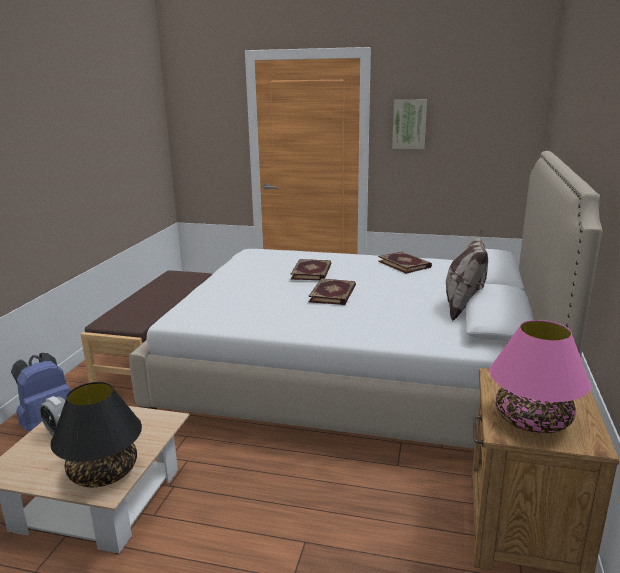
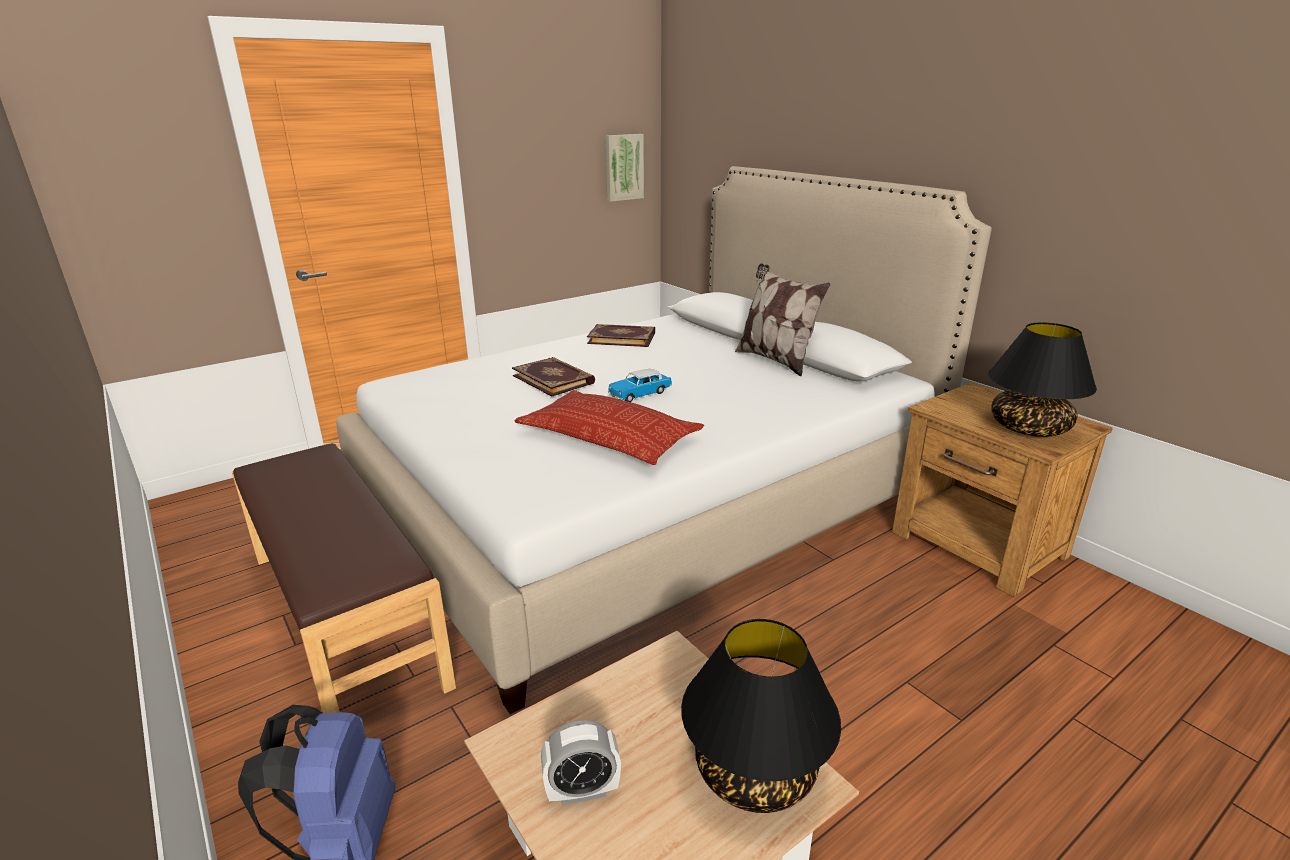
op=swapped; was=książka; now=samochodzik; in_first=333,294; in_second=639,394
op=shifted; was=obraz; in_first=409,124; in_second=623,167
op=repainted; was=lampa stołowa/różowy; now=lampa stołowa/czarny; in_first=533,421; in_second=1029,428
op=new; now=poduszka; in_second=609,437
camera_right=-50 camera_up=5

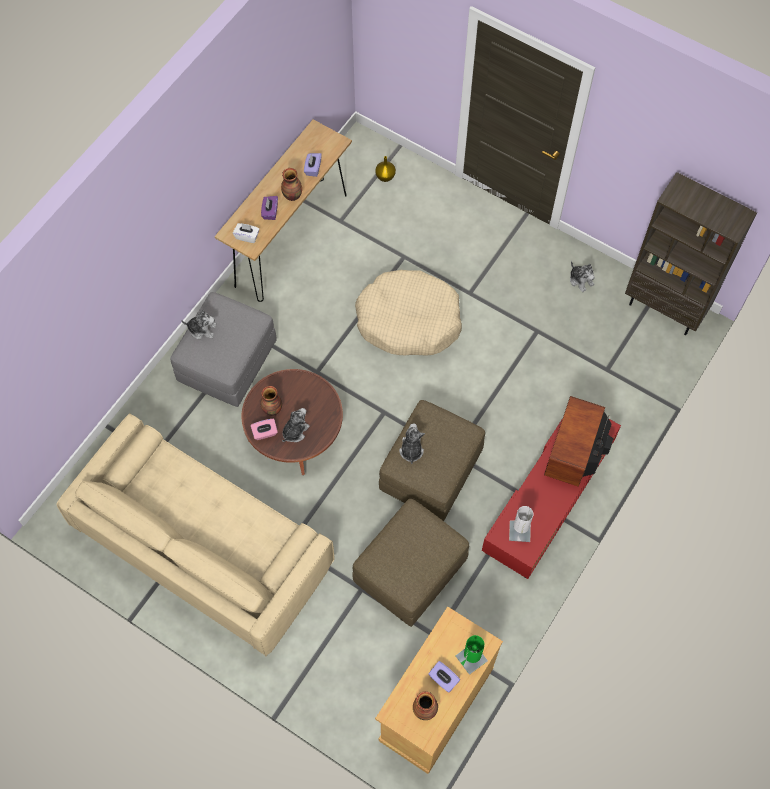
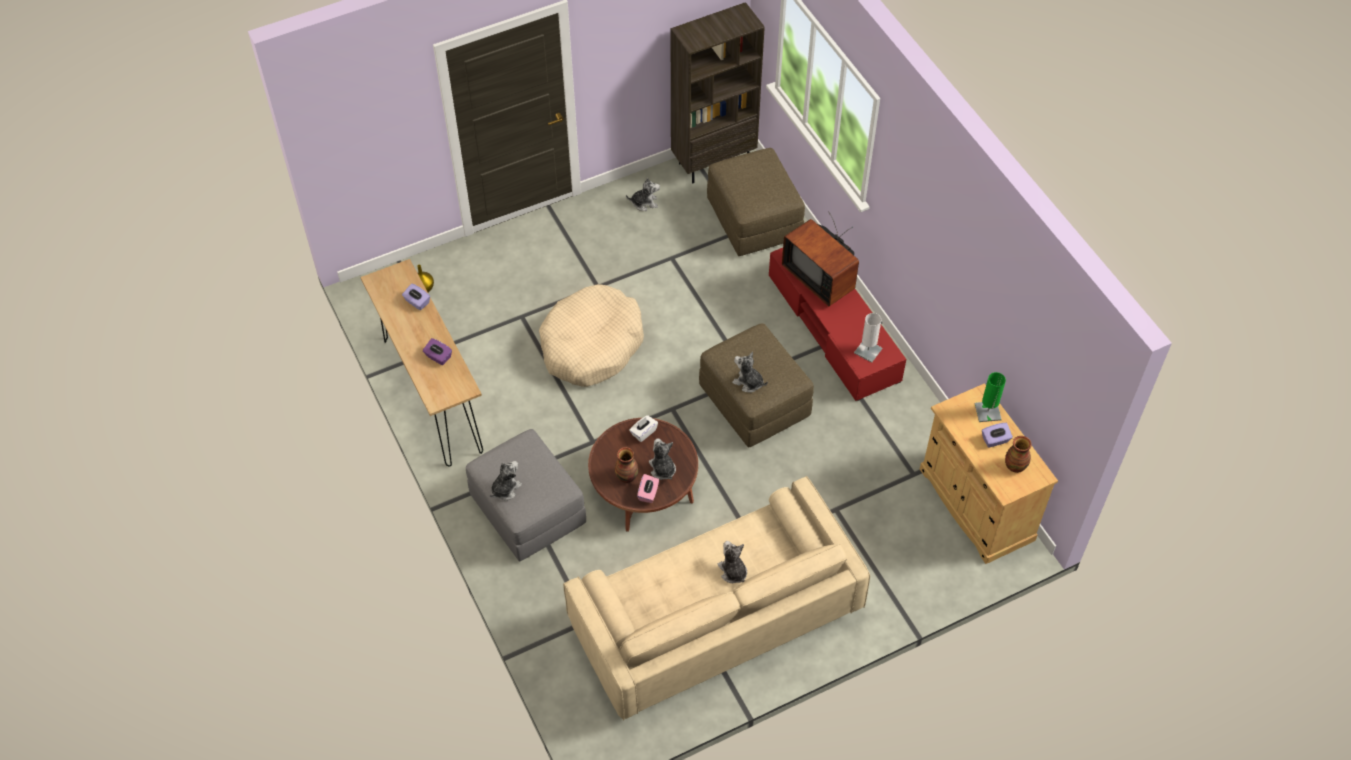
op=shifted; was=pudełko chusteczek/biały; in_first=247,236; in_second=643,432
op=gone; was=wazon; in_first=293,195
op=shifted; was=pufa/brązowy; in_first=410,570; in_second=754,219
op=new; now=pluszak; in_second=733,571
camera_right=-60 camera_up=-10

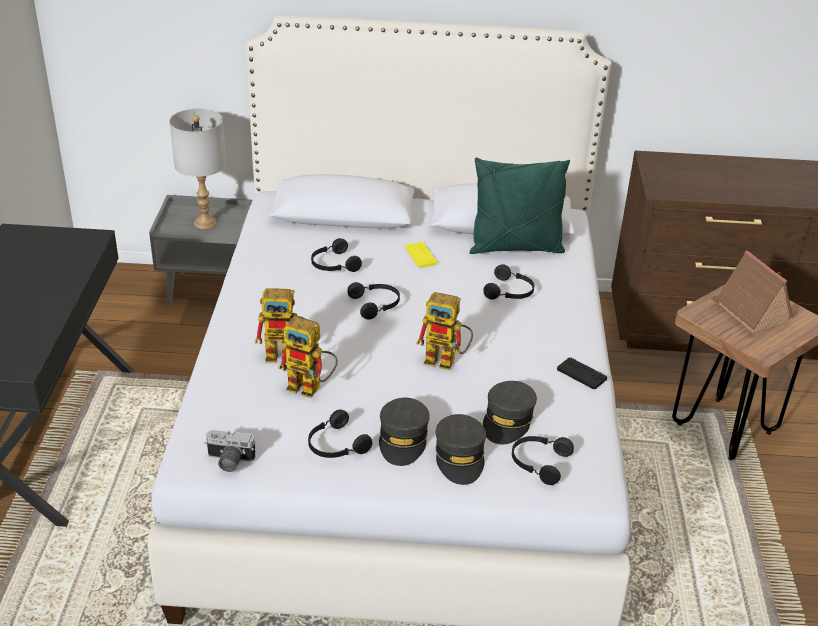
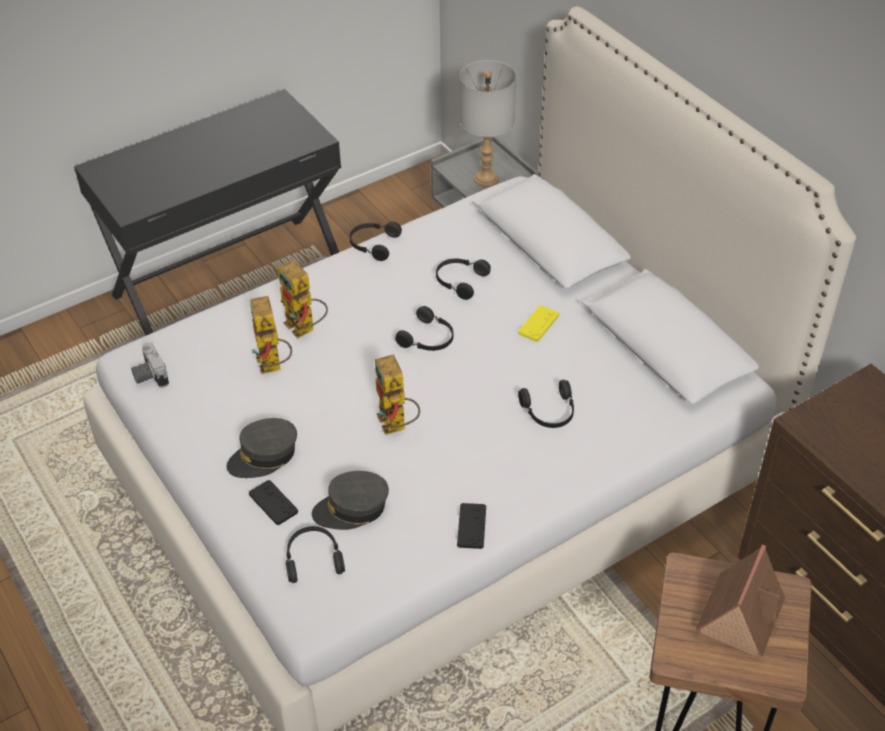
op=shifted; was=słuchawki/czarny; in_first=335,445; in_second=373,244
op=swapped; was=czapka z daszkiem/szary; now=pad do gier/czarny; in_first=460,457; in_second=273,503
op=gone; was=poduszka/zielony; in_first=515,247
camera_right=55 camera_up=10

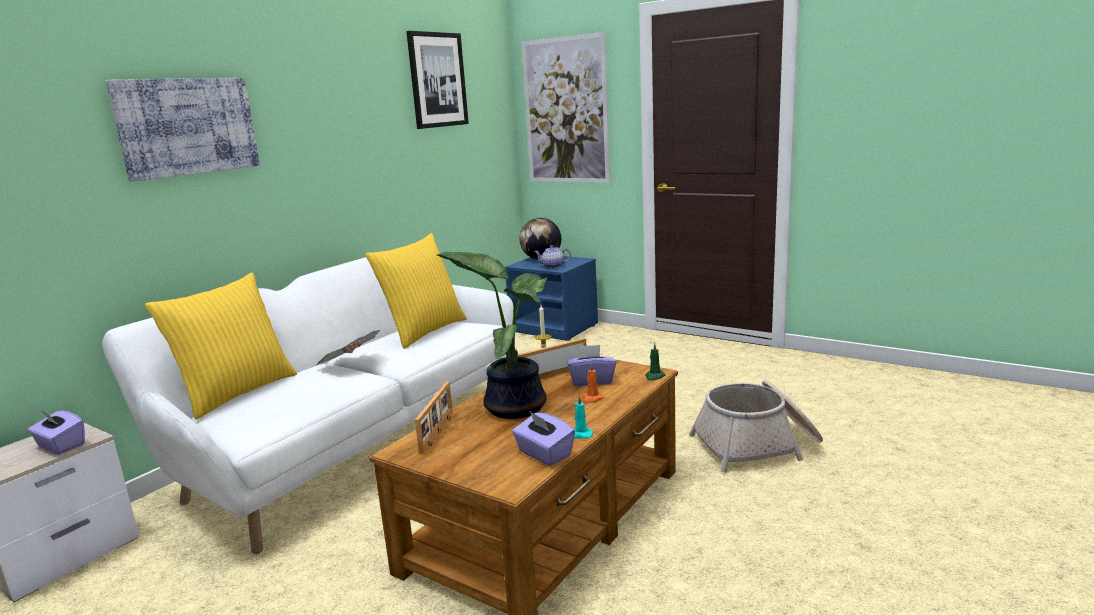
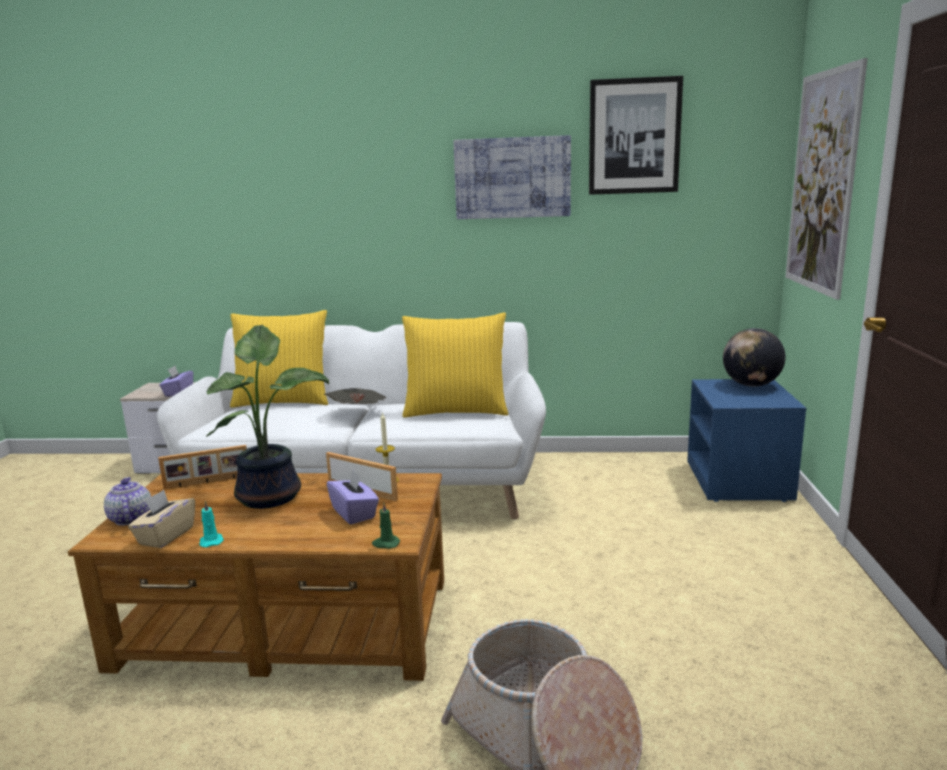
op=shifted; was=obraz; in_first=187,126; in_second=512,178
op=repainted; was=pudełko chusteczek/fioletowy; now=pudełko chusteczek/beżowy; in_first=544,454; in_second=166,536
op=shifted; was=imbryk; in_first=552,266; in_second=130,518
op=gone; was=świeca/pomarańczowy; in_first=592,399
camera_right=60 camera_up=0

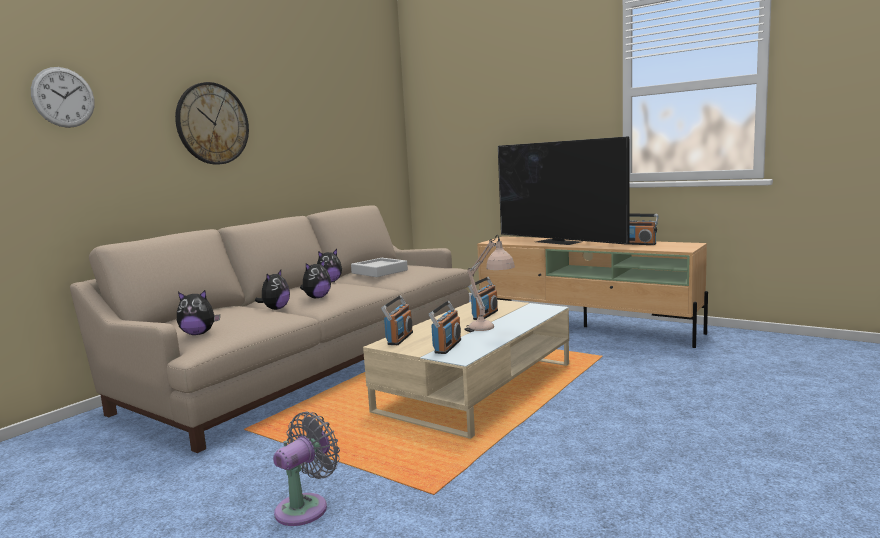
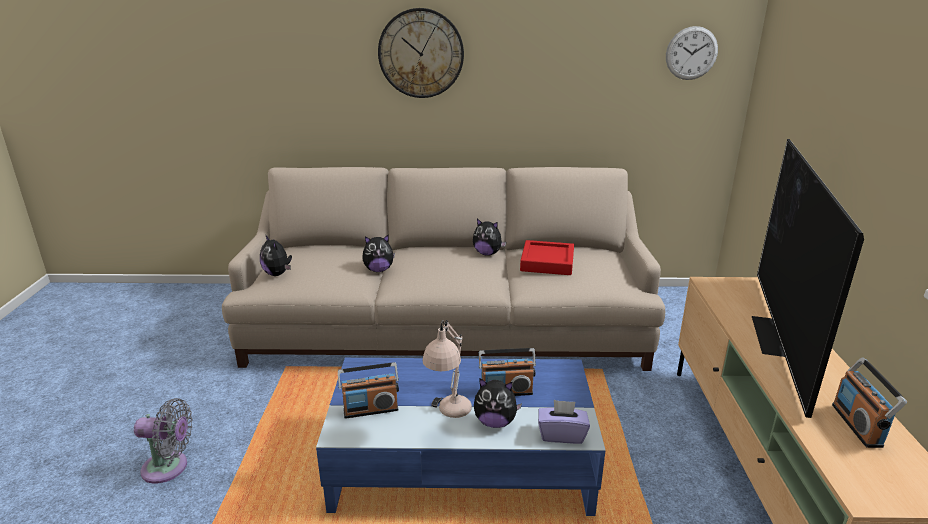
op=shifted; was=zegar ścienny; in_first=63,97; in_second=691,53
op=shifted; was=pluszak; in_first=317,297; in_second=495,422
op=repainted; was=taca/szary; now=taca/czerwony; in_first=379,272; in_second=547,262
op=repainted; was=ława/beżowy; now=ława/niebieski; in_first=477,387; in_second=461,462
op=gone; was=radio; in_first=399,338
op=new; now=pudełko chusteczek/fioletowy; in_second=561,434
camera_right=55 camera_up=15

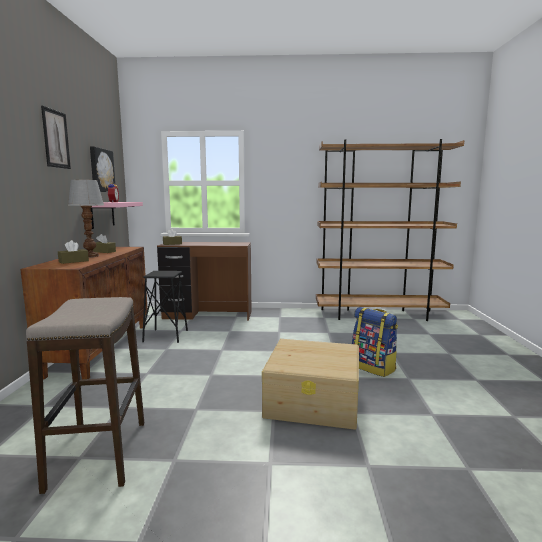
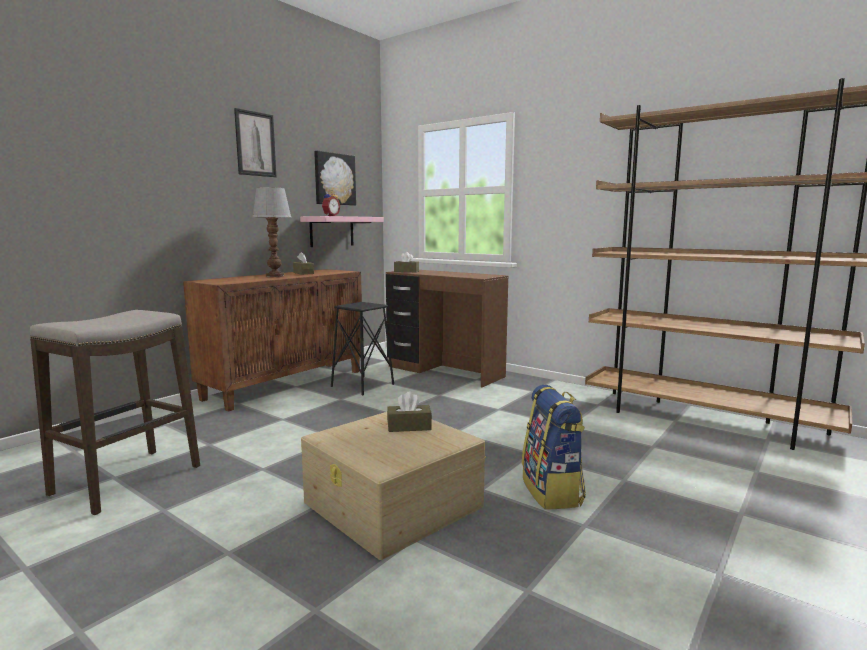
op=shifted; was=pudełko chusteczek/brązowy; in_first=73,261; in_second=409,427
camera_right=35 camera_up=0

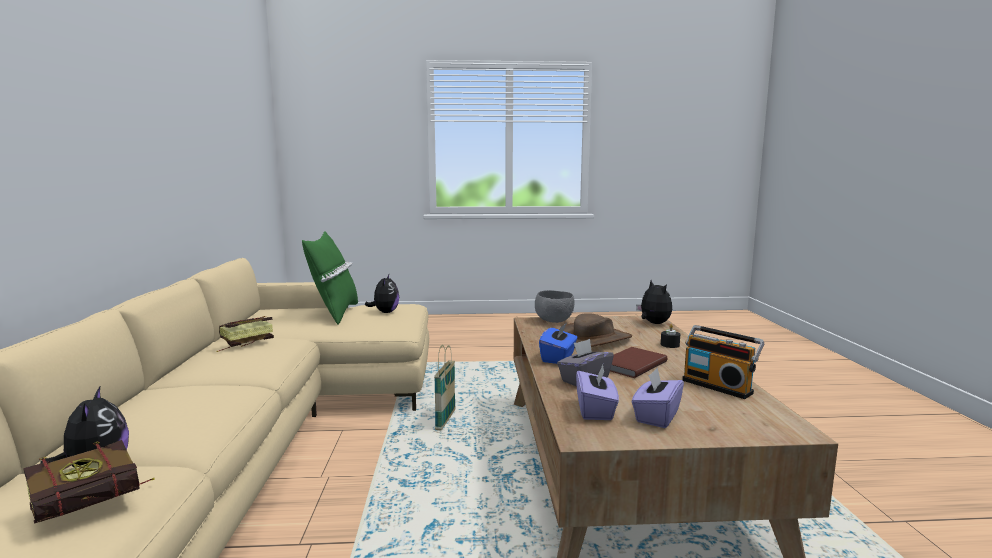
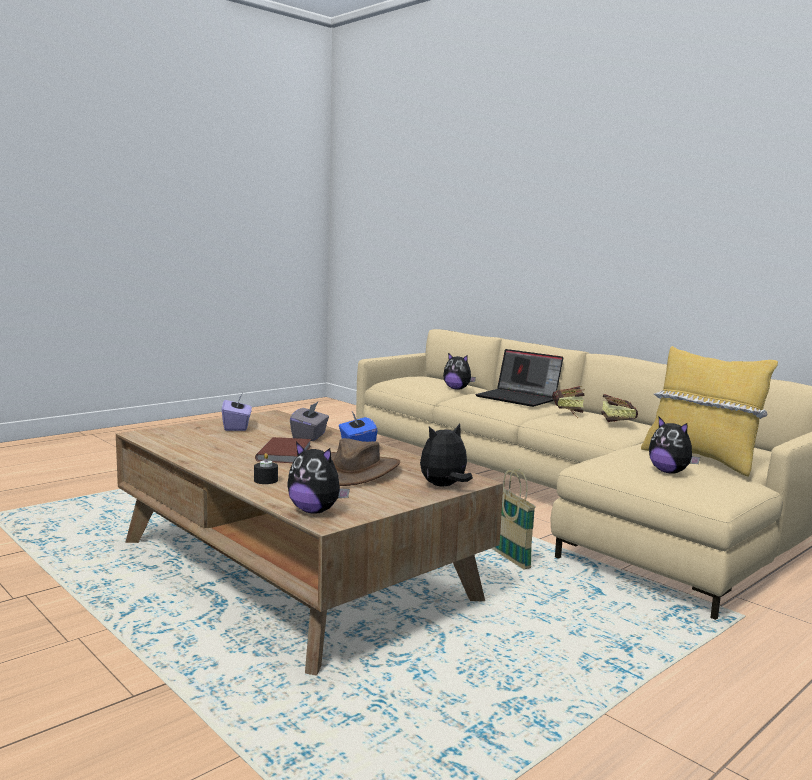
op=shifted; was=książka; in_first=100,505; in_second=568,412
op=repainted; was=poduszka/zielony; now=poduszka/żółty; in_first=334,313; in_second=701,459
op=swapped; was=miska/szary; now=pluszak; in_first=554,321; in_second=444,486
op=gone; was=pudełko chusteczek/fioletowy; in_first=595,410
op=gone; was=radio; in_first=718,386
op=new; now=laptop; in_second=519,398
camera_right=140 camera_up=0

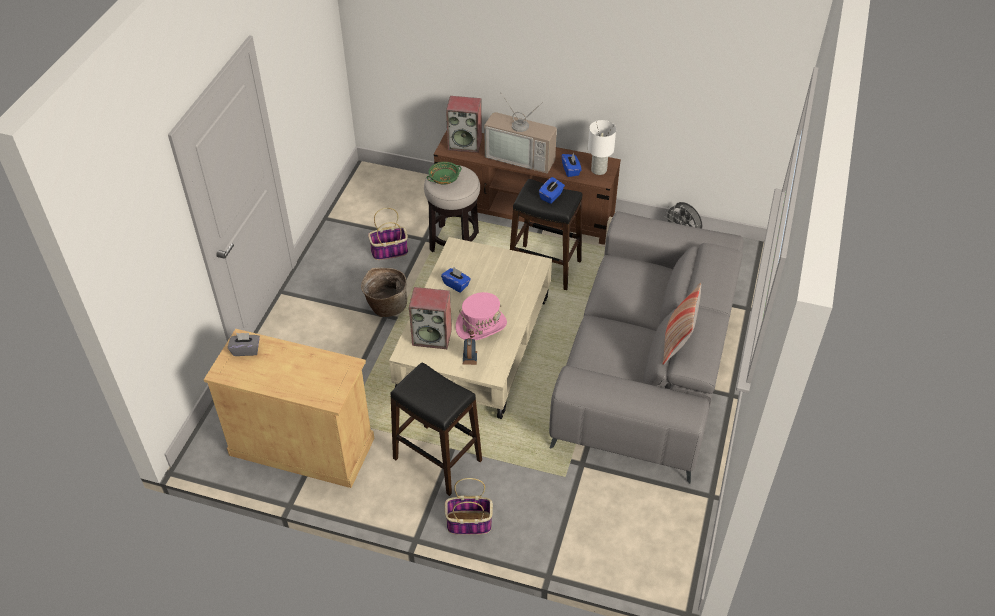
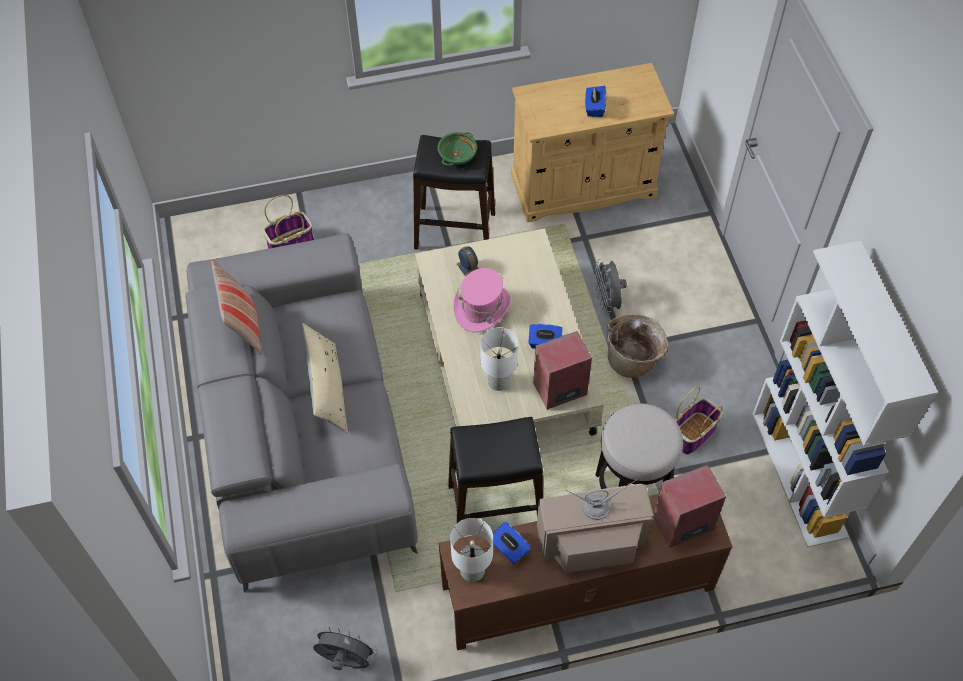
op=gone; was=pudełko chusteczek/szary; in_first=246,350
op=shifted; was=głośnik; in_first=432,337; in_second=559,389
op=shifted; was=miska/zielony; in_first=444,179; in_second=457,156
op=shifted; was=koszyk; in_first=468,523; in_second=291,243
op=shifted; was=pudełko chusteczek/niebieski; in_first=551,196; in_second=594,108
op=new; now=poduszka/beżowy; in_second=327,389
op=new; now=lampa stołowa/biały; in_second=498,382
op=new; now=wentylator/szary; in_second=608,301
op=new; now=regał/biały; in_second=800,474
camera_right=150 camera_up=10

